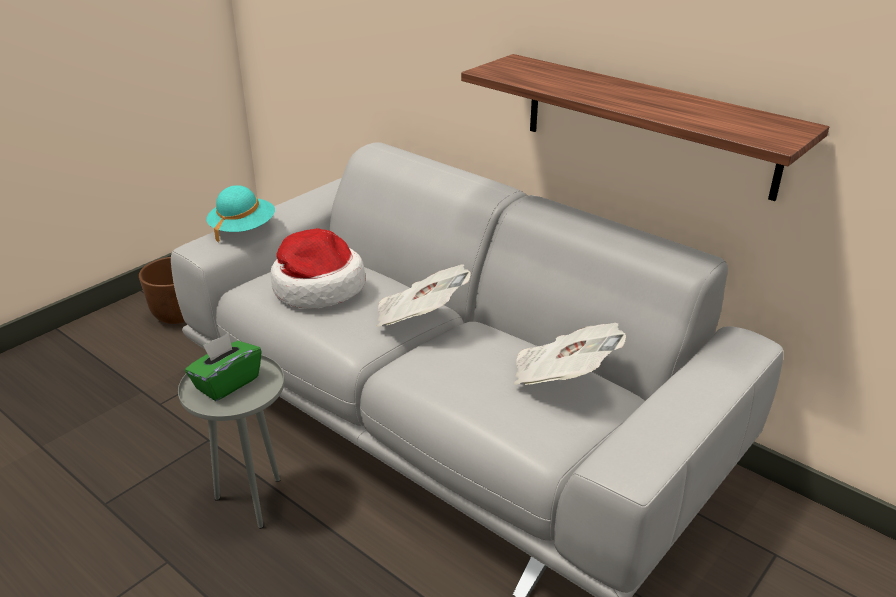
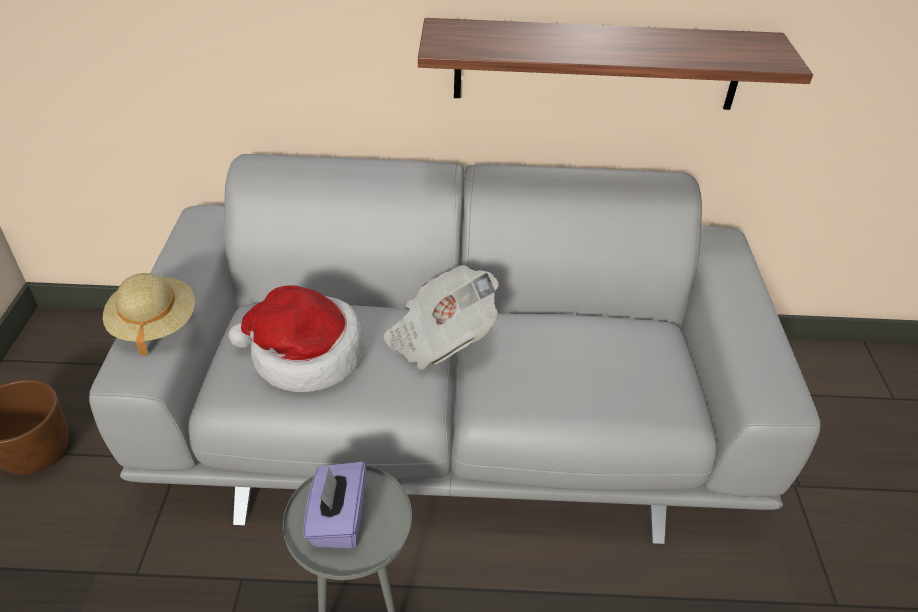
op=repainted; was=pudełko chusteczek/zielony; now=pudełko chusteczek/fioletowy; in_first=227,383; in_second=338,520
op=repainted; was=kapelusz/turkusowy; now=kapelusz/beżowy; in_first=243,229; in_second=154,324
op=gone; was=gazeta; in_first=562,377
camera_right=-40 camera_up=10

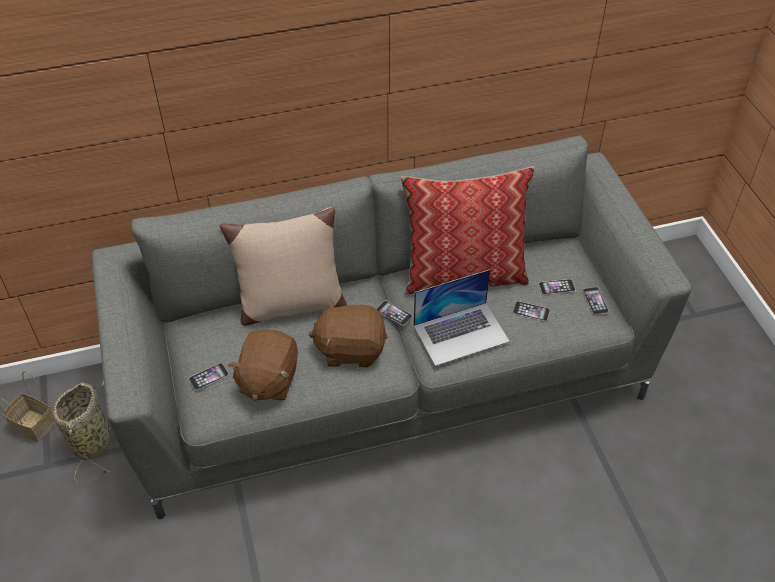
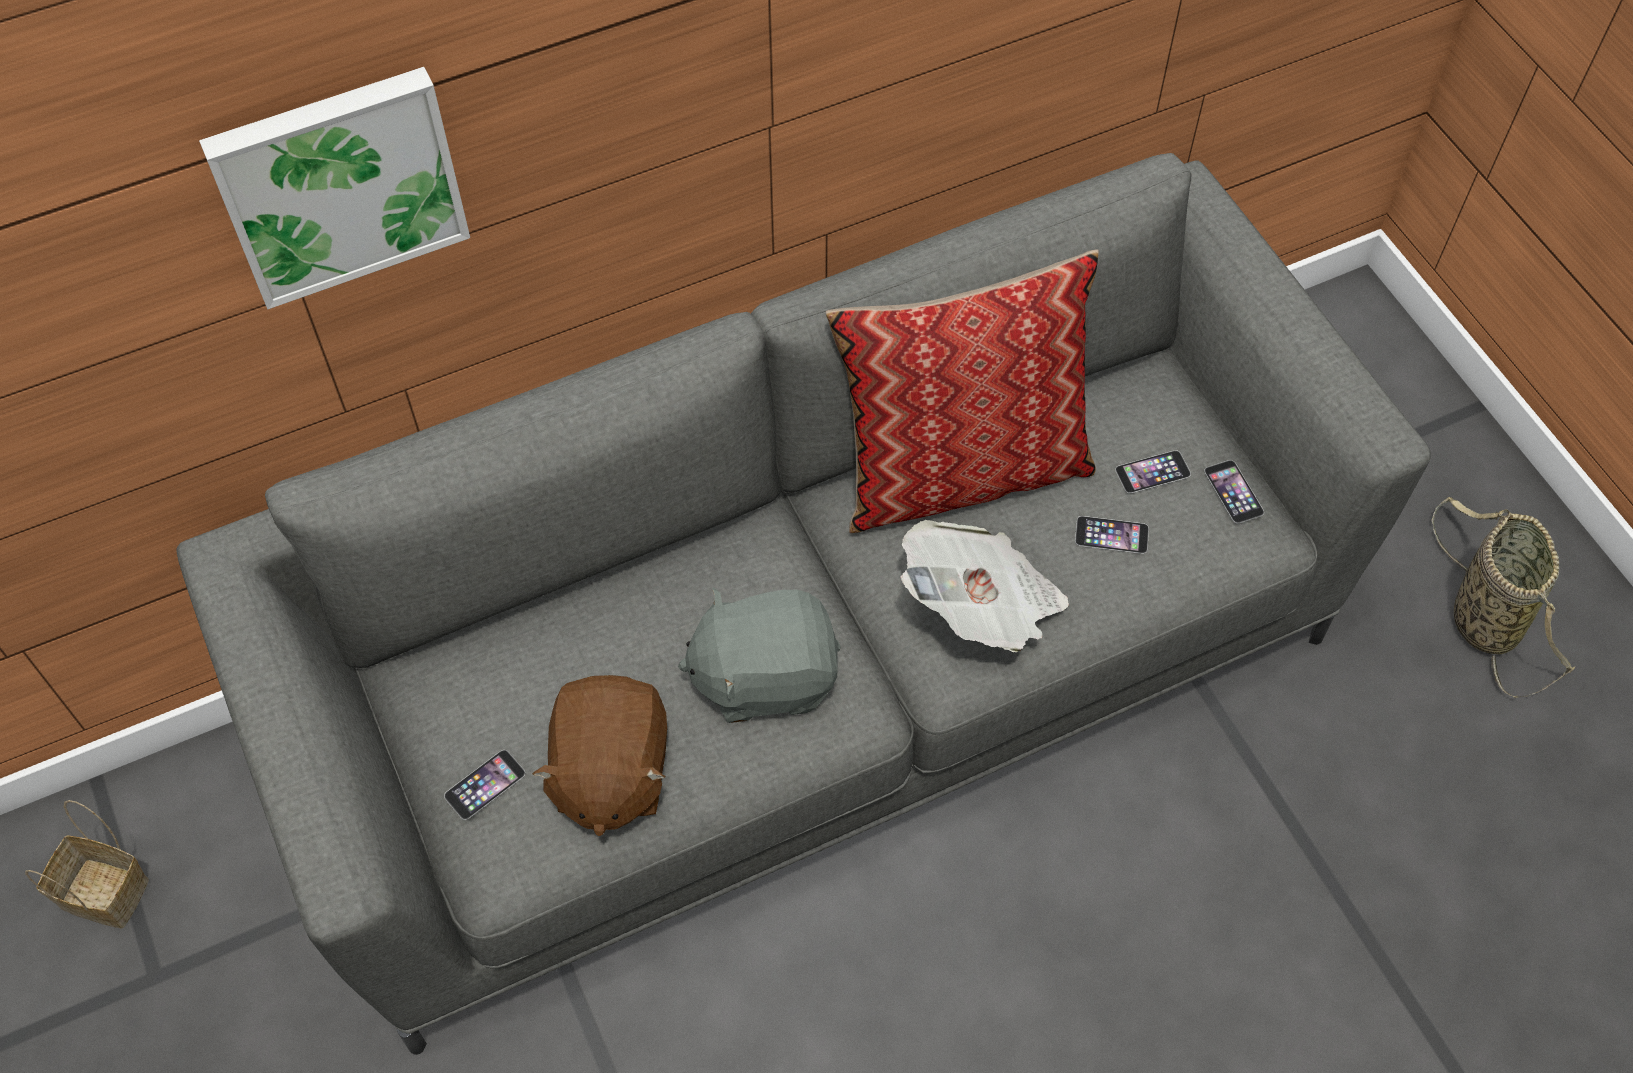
op=shifted; was=koszyk; in_first=93,440; in_second=1482,616
op=gone; was=poduszka/beżowy; in_first=290,305
op=repainted; was=pluszak/brązowy; now=pluszak/szary; in_first=350,349; in_second=764,676
op=gone; was=telefon; in_first=394,313
op=swapped; was=laptop; now=gazeta; in_first=461,333; in_second=982,606
op=new; now=obraz; in_second=338,182
camera_right=-10 camera_up=10

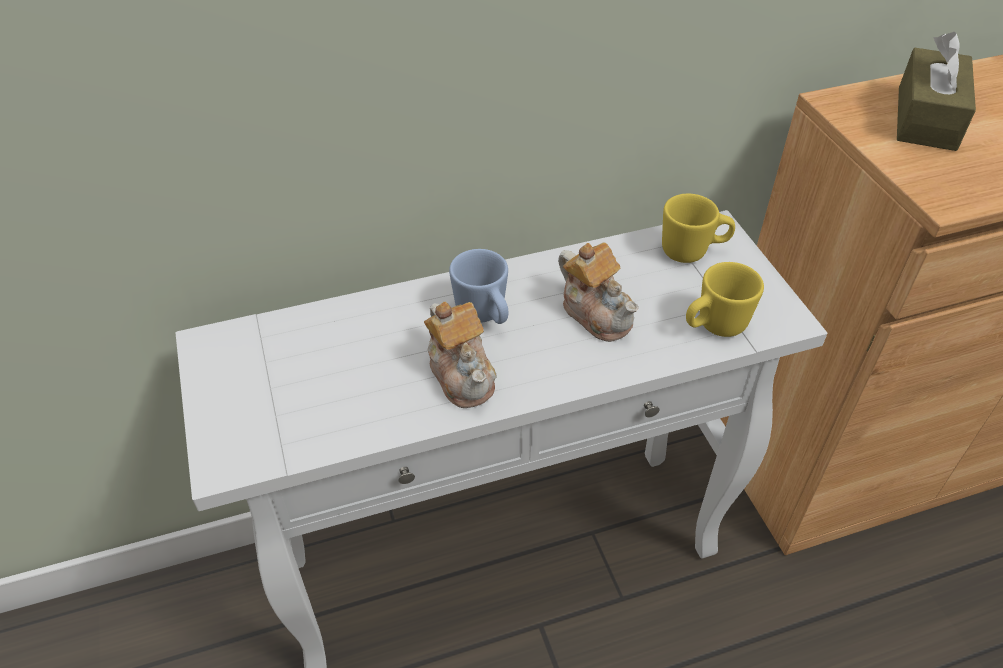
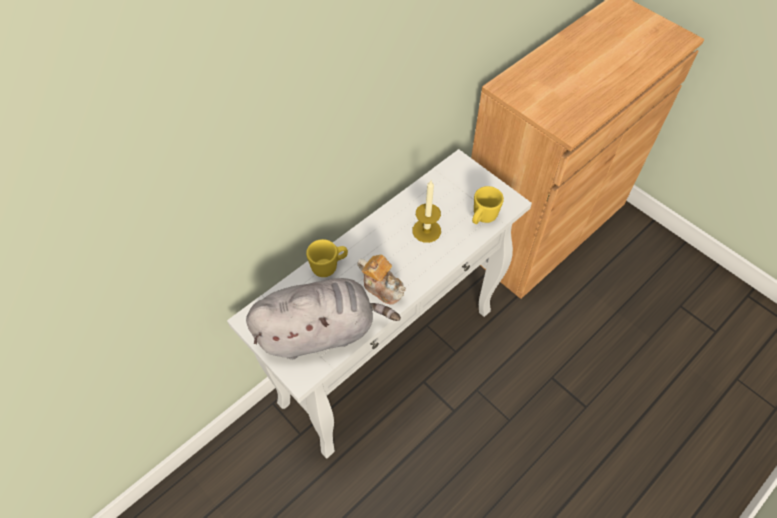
op=gone; was=kubek/niebieski; in_first=484,315
op=swapped; was=imbryk; now=świeca; in_first=596,312; in_second=426,230
op=shifted; was=kubek/żółty; in_first=692,251; in_second=329,266
op=gone; was=pudełko chusteczek/brązowy; in_first=926,118
op=new; now=pluszak/szary; in_second=321,331
camera_right=-25 camera_up=10

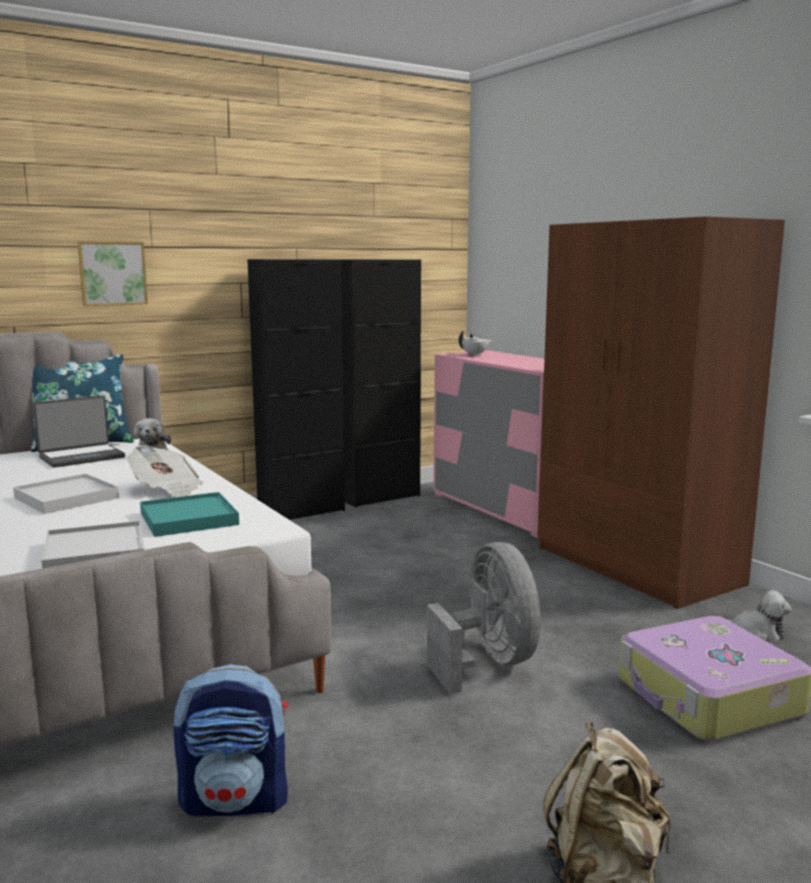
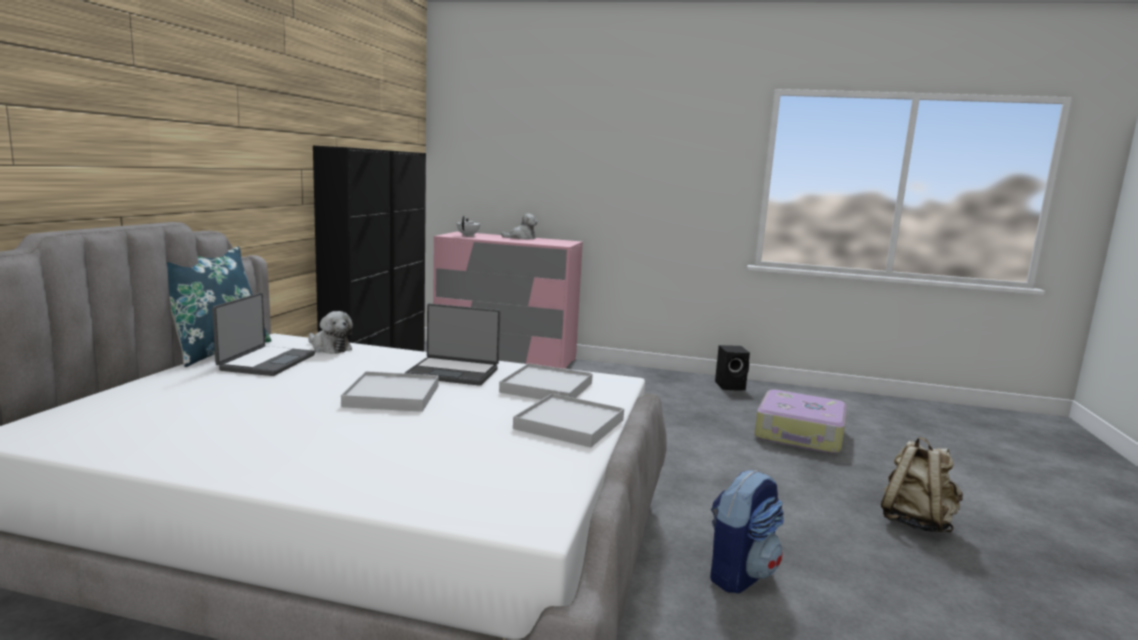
op=gone; was=obraz; in_first=112,273
op=swapped; was=gazeta; now=laptop; in_first=166,490; in_second=453,372
op=repainted; was=taca/turkusowy; now=taca/biały; in_first=188,519; in_second=546,388
op=gone; was=wentylator/szary; in_first=488,663
op=gone; was=szafa/brązowy; in_first=636,566
op=shifted; was=pluszak; in_first=756,632; in_second=521,238
op=new; now=głośnik/czarny; in_second=731,386
camera_right=-45 camera_up=0

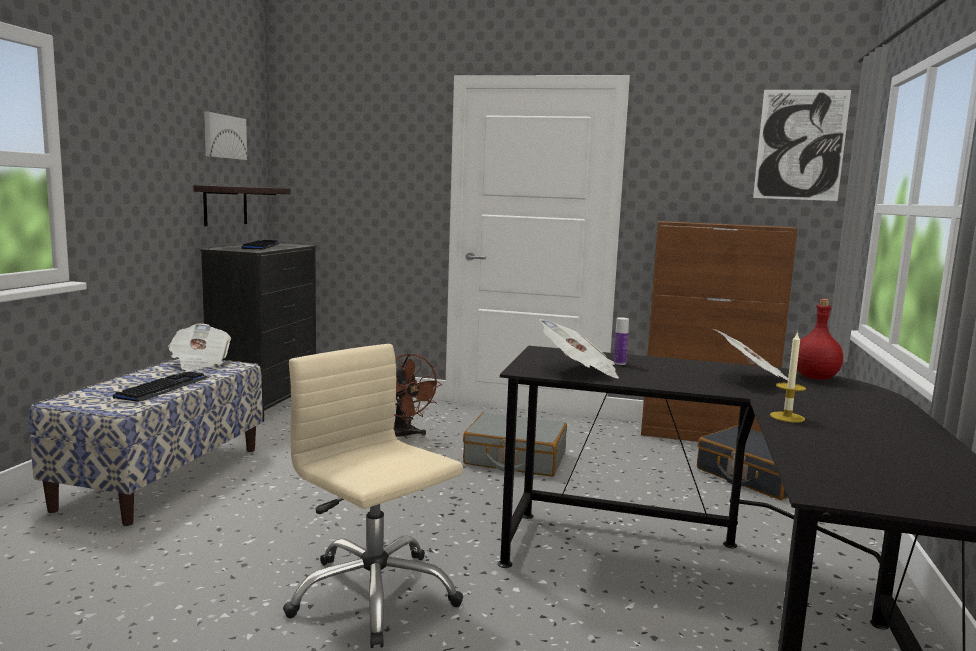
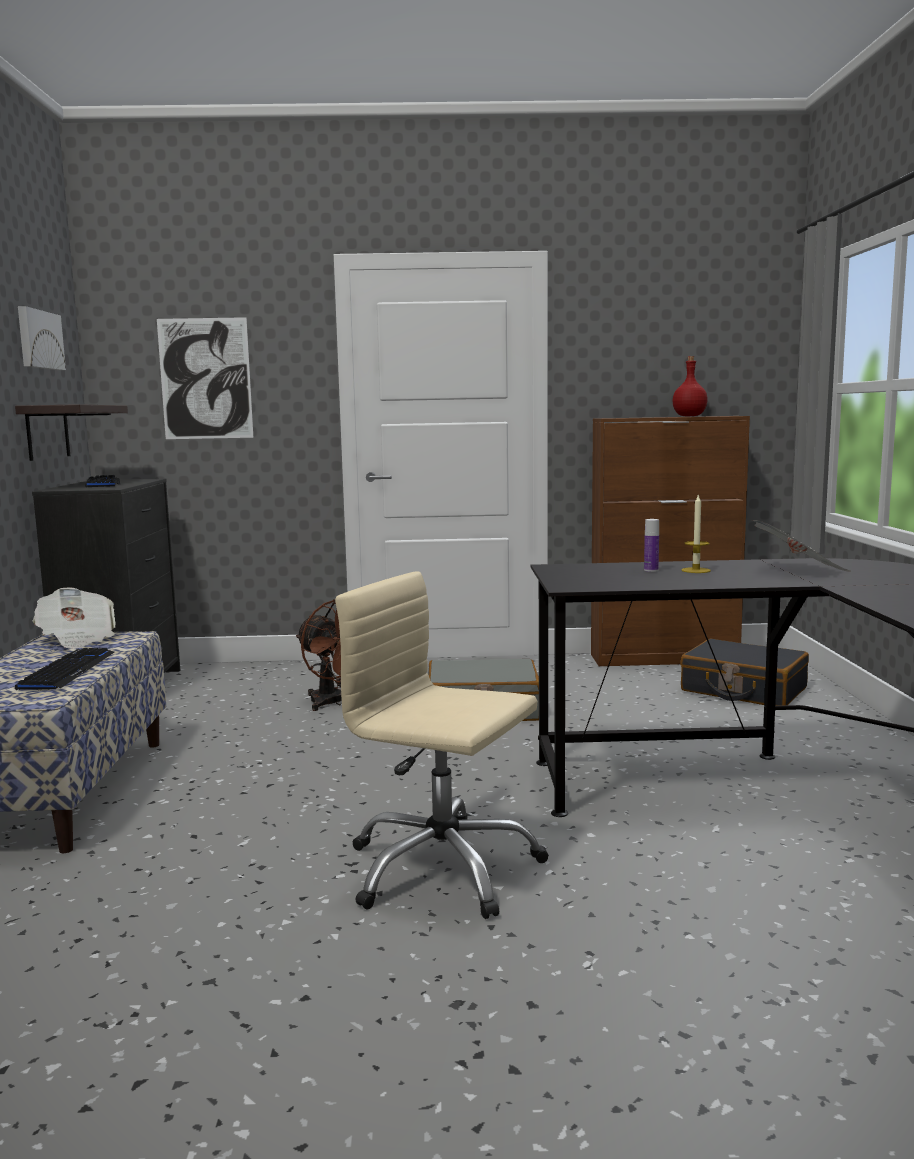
op=gone; was=gazeta; in_first=579,371
op=shifted; was=obraz; in_first=800,145; in_second=205,379
op=shifted; was=świeca; in_first=787,417; in_second=696,570
op=shifted; was=butelka/czerwony; in_first=815,377; in_second=689,416
camera_right=-15 camera_up=0

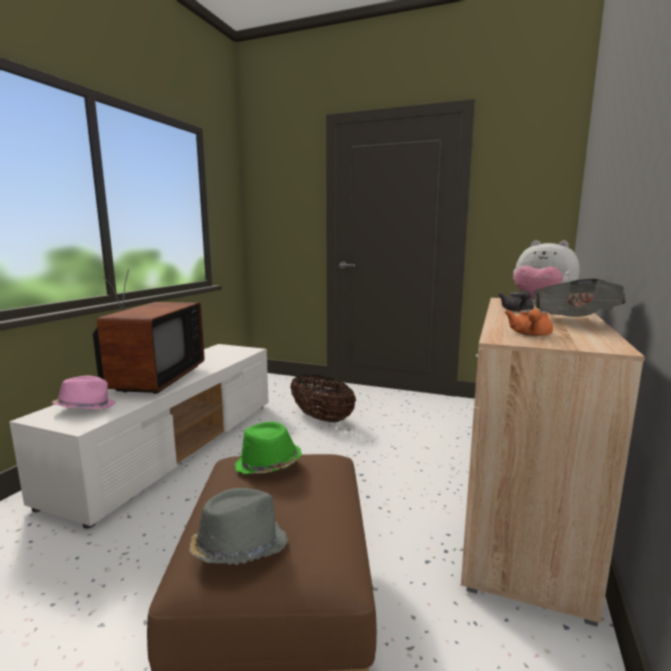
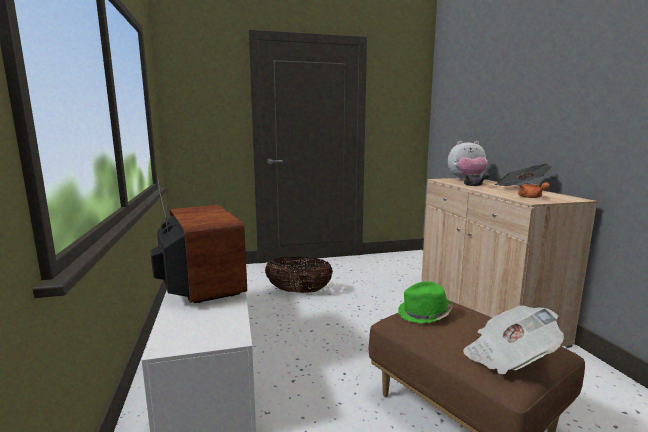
op=gone; was=kapelusz/różowy; in_first=85,407
op=swapped; was=kapelusz/szary; now=gazeta; in_first=238,548; in_second=508,357
camera_right=-35 camera_up=0

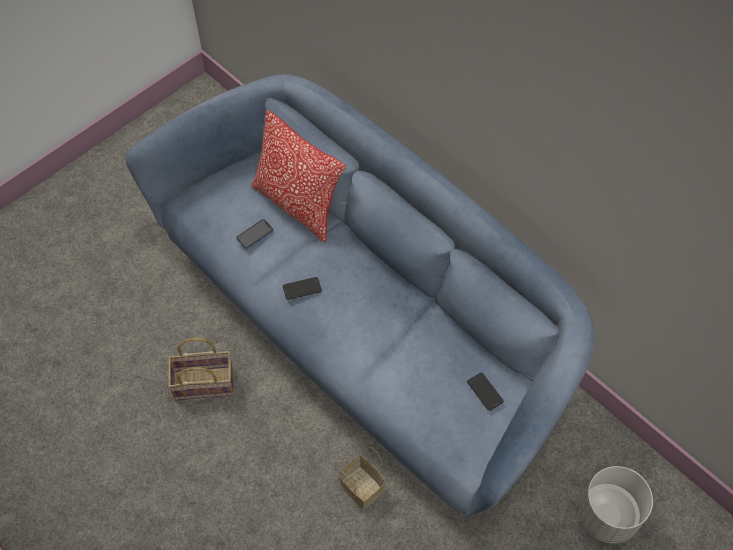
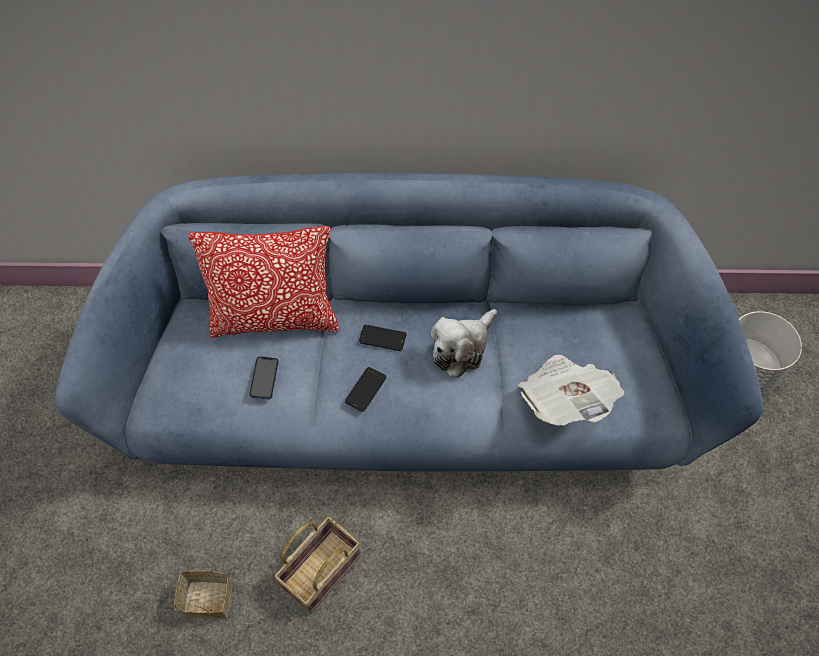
op=shifted; was=koszyk; in_first=360,487; in_second=206,601
op=shifted; was=telefon; in_first=485,391; in_second=382,338
op=new; now=pluszak; in_second=462,348
op=new; now=gazeta; in_second=565,399
camera_right=-45 camera_up=0

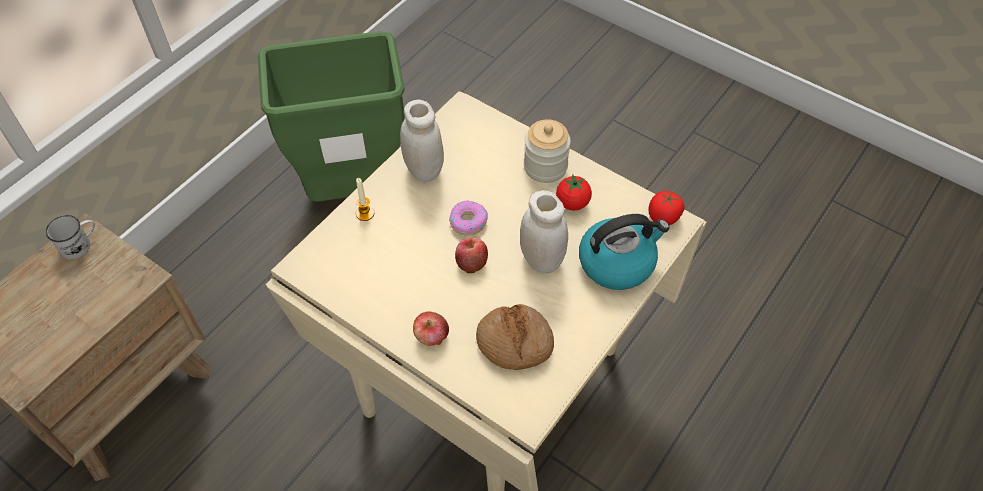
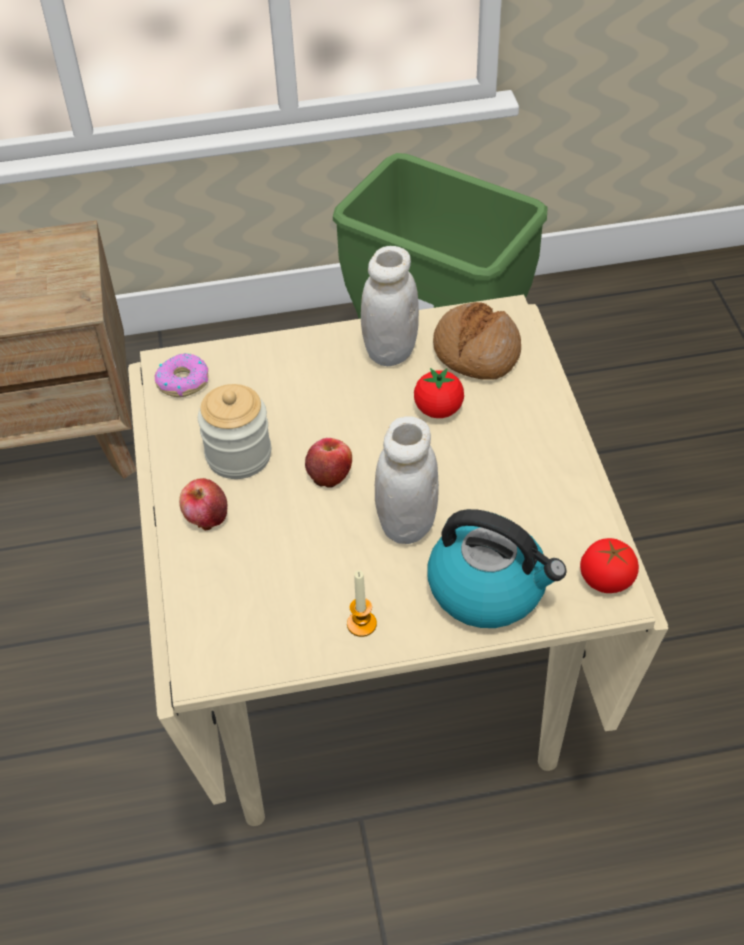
op=gone; was=kubek/biały; in_first=80,244
op=shifted; was=świeca; in_first=365,213; in_second=361,624
op=shifted; was=donut; in_first=468,221; in_second=183,381
op=shifted; was=chleb; in_first=514,343; in_second=476,352
op=shifted; was=słoik; in_first=545,167; in_second=238,455
op=shifted; was=pomidor; in_first=572,203; in_second=438,409
camera_right=45 camera_up=-5

